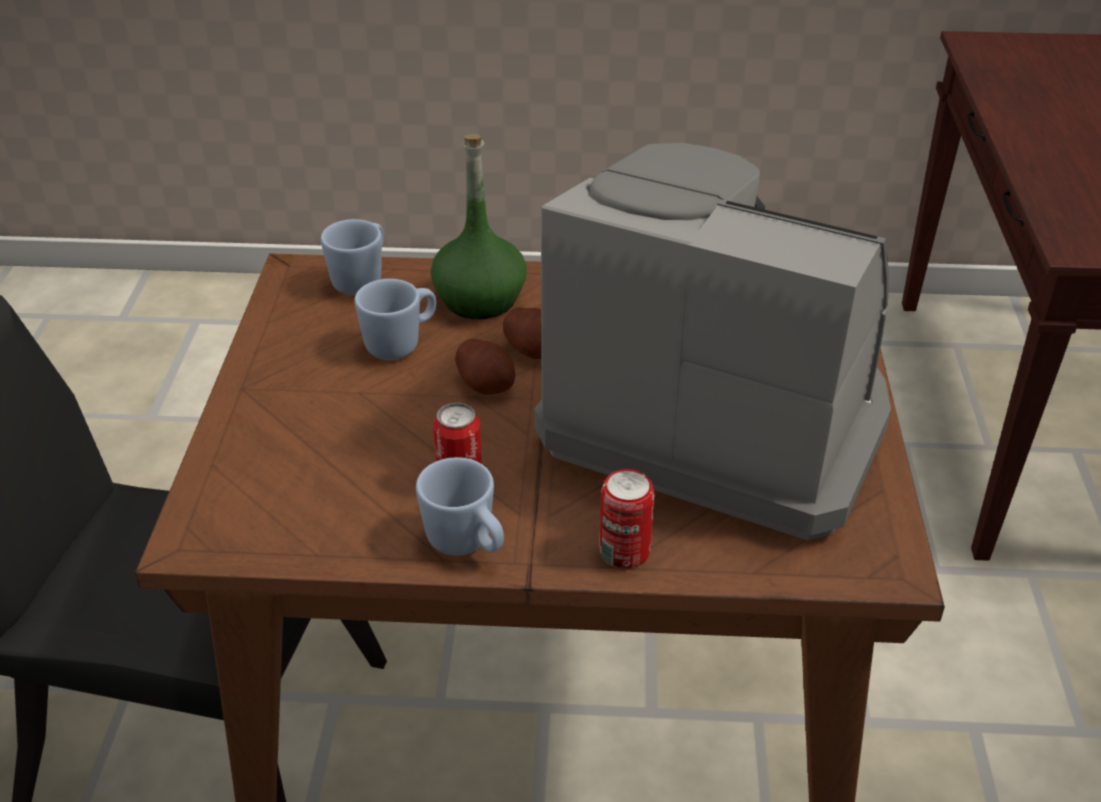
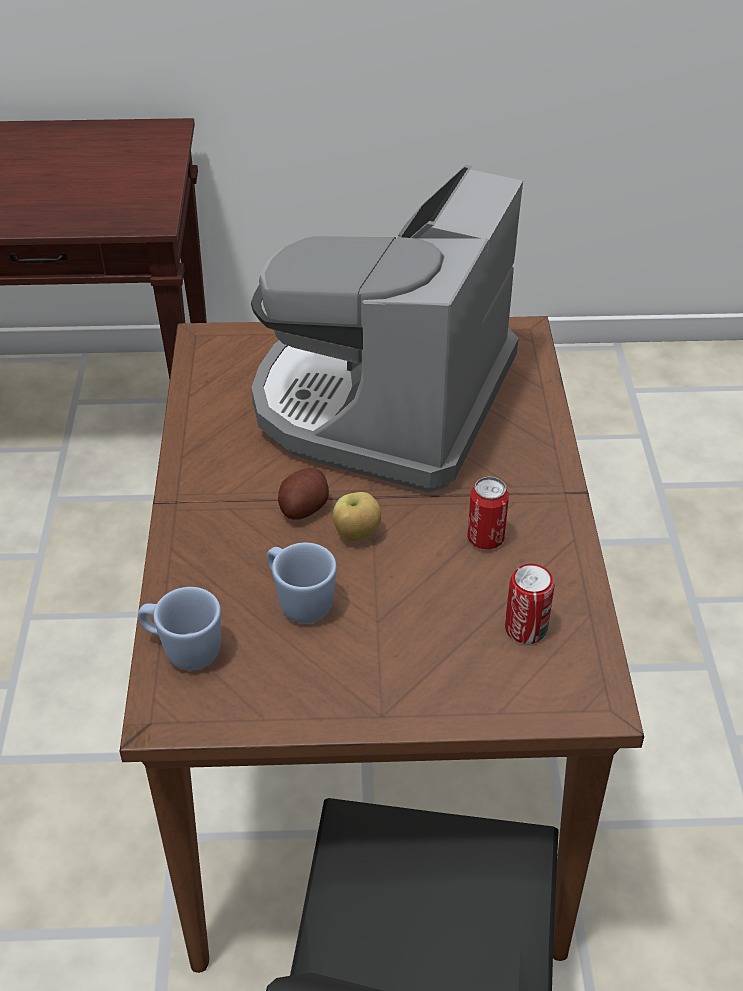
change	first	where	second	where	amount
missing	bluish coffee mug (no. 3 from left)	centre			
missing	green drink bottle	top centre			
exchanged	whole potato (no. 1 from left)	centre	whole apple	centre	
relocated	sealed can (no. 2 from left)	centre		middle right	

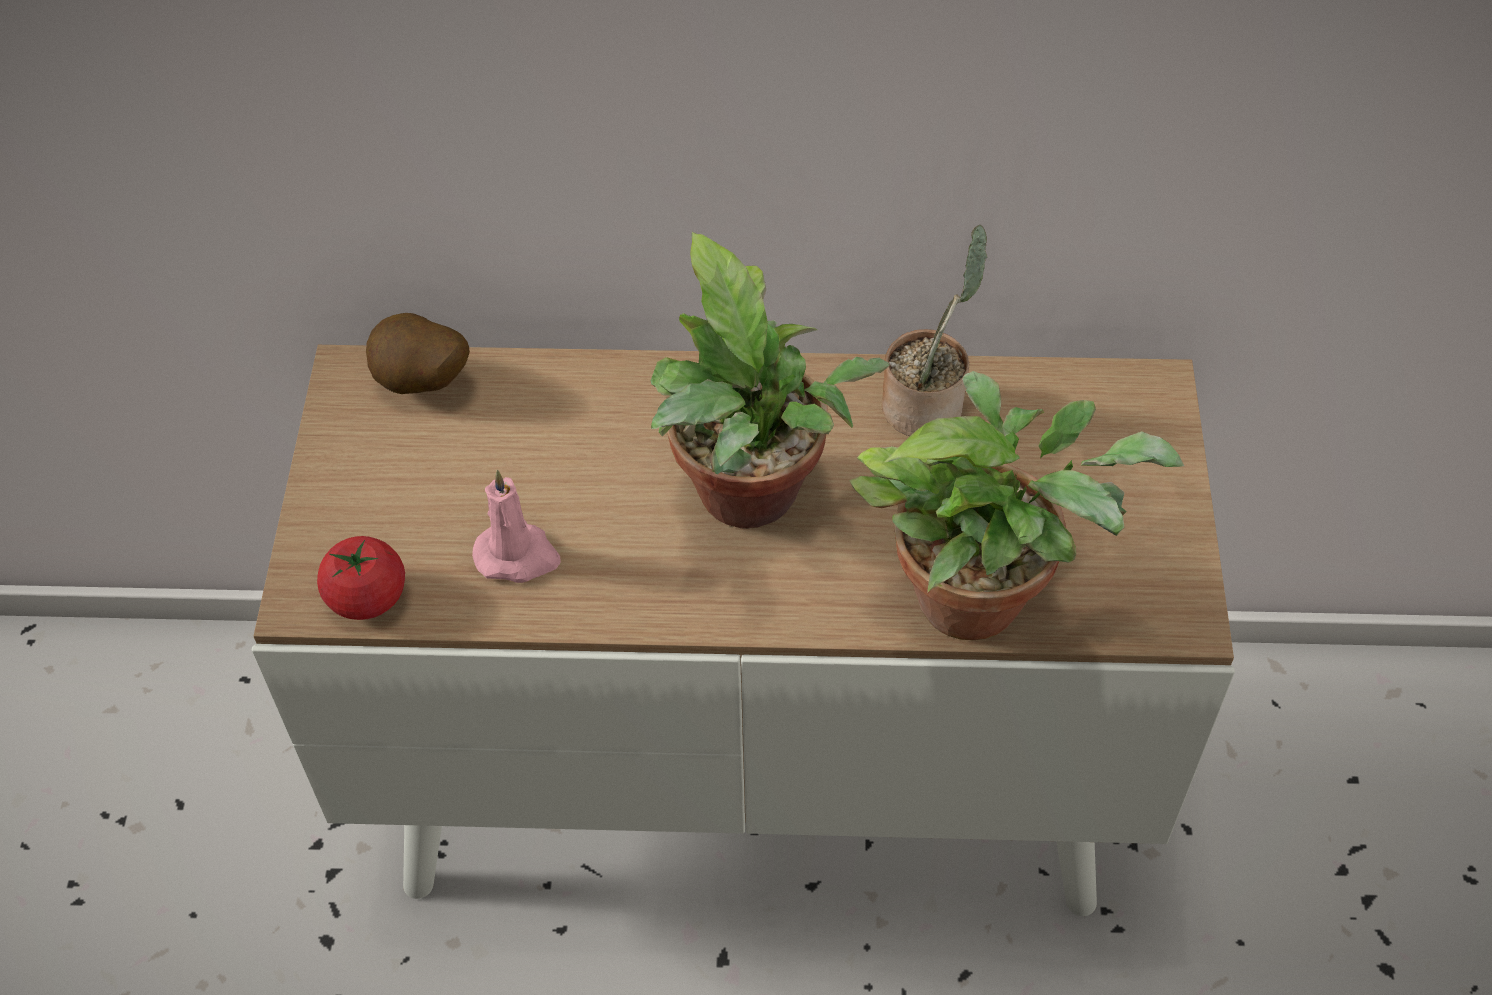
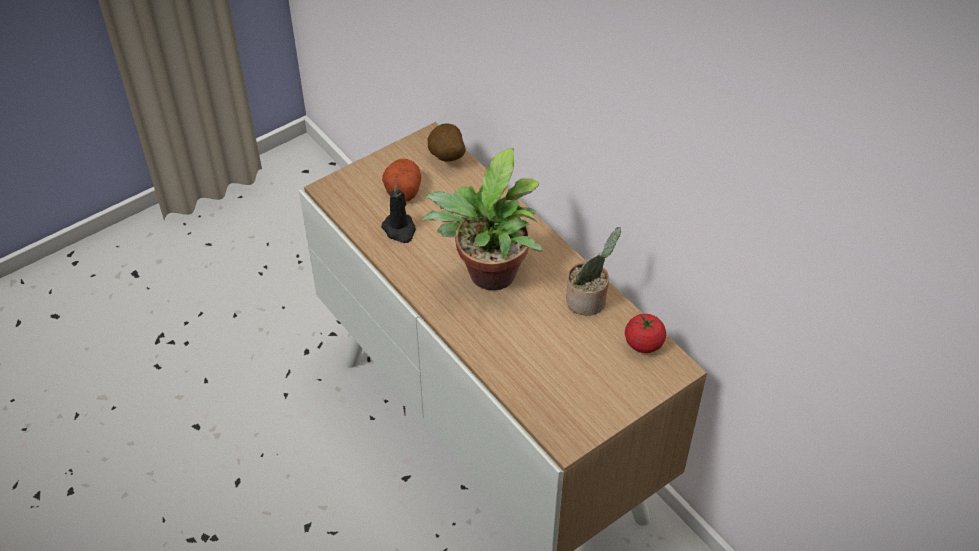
change	first	where	second	where	amount
relocated	whole tomato	middle left		centre	
colour	pink-coloured wax candle	centre	black wax candle	centre	
missing	houseplant (no. 3 from left)	middle right			
appeared			whole potato (no. 1 from left)	top centre	

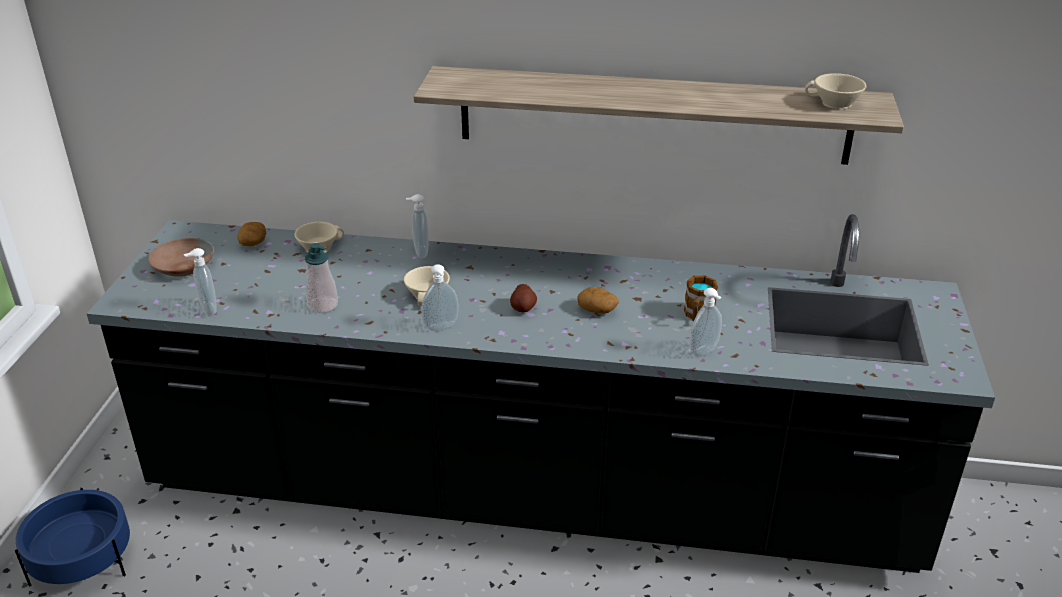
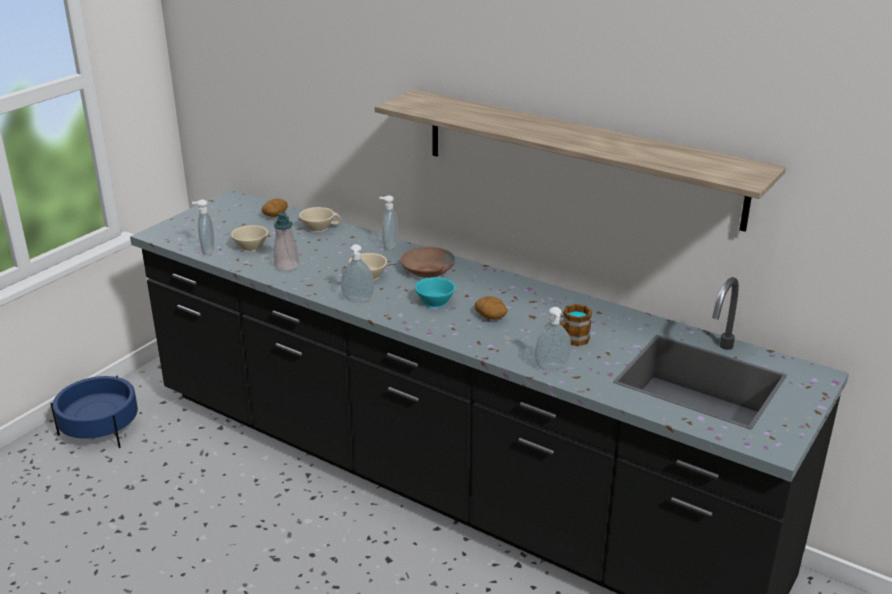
change	first	where	second	where	amount
relocated	brownish deep dish	middle left		centre	
exchanged	whole potato (no. 2 from left)	centre	blue-green small cup	centre	
relocated	beige-coloured small cup (no. 3 from left in the first image)	top right	beige-coloured small cup (no. 1 from left)	middle left	

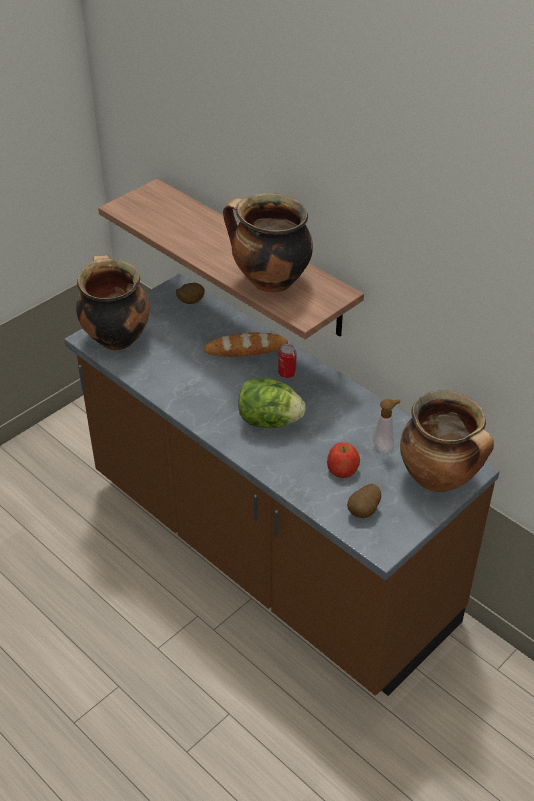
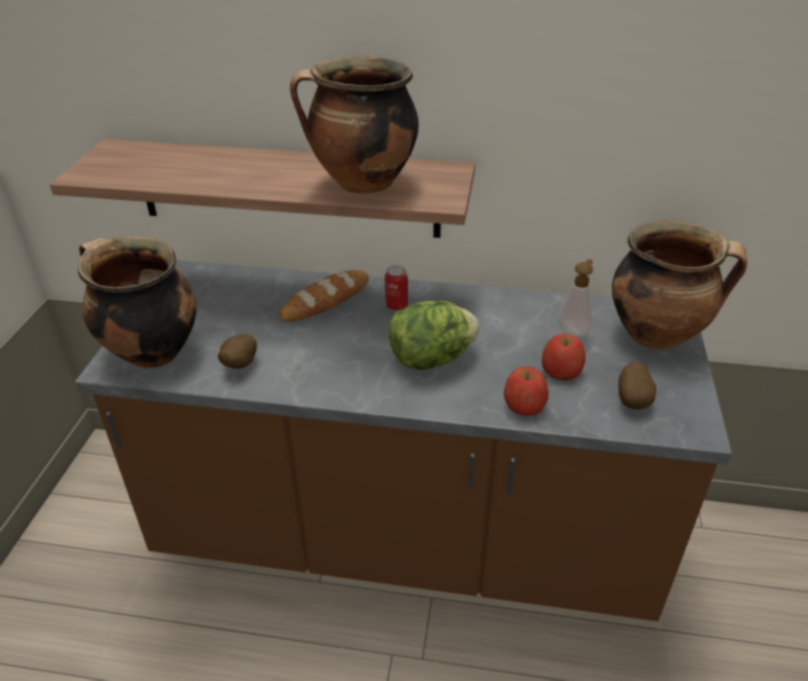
change	first	where	second	where	amount
relocated	whole potato (no. 1 from left)	centre		middle left	
appeared			whole apple (no. 1 from left)	centre	

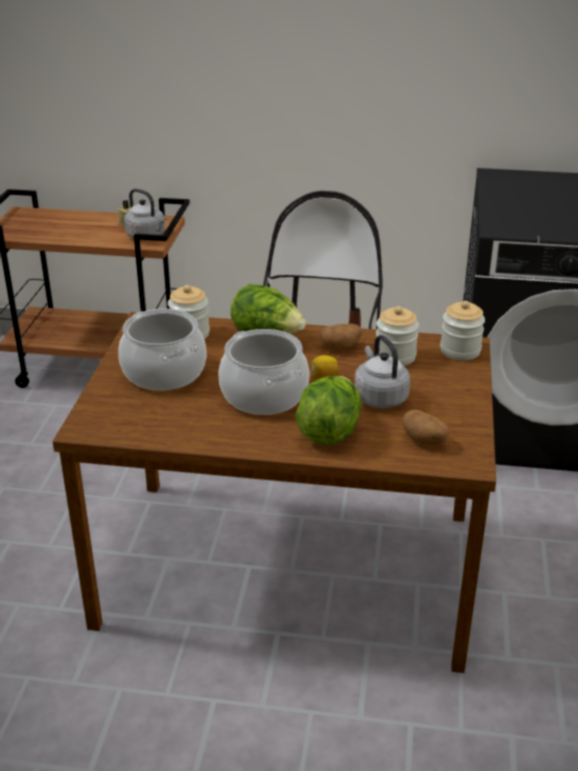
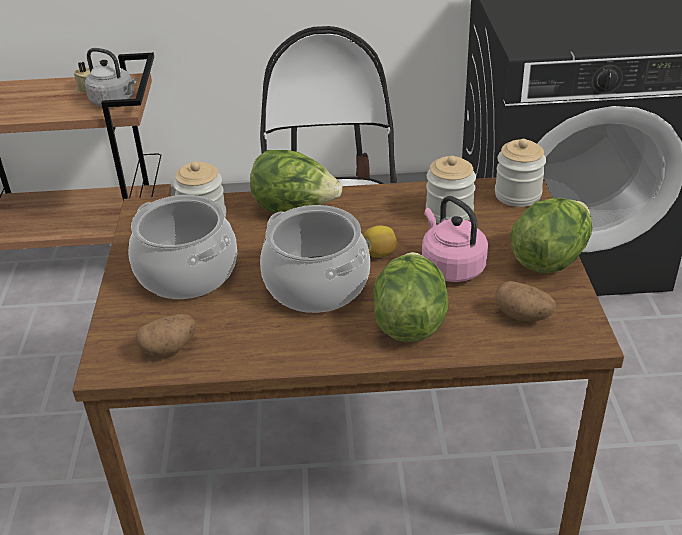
change	first	where	second	where	amount
relocated	whole potato (no. 1 from left)	centre		middle left	
colour	grey water kettle (no. 2 from left)	centre	pink-coloured water kettle	middle right	
appeared			lettuce (no. 3 from left)	middle right	

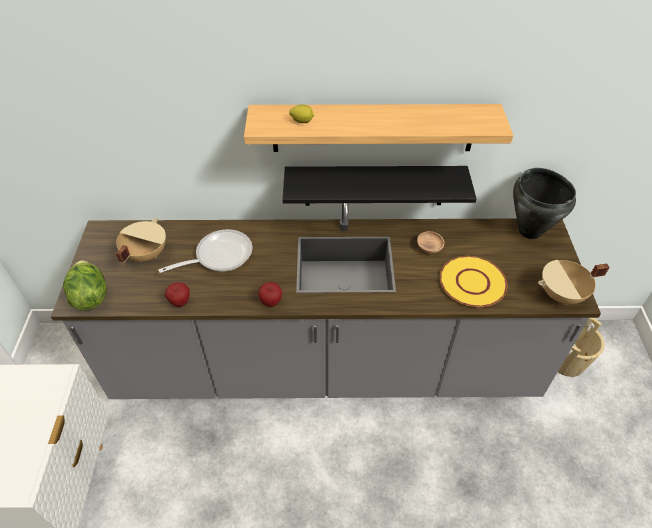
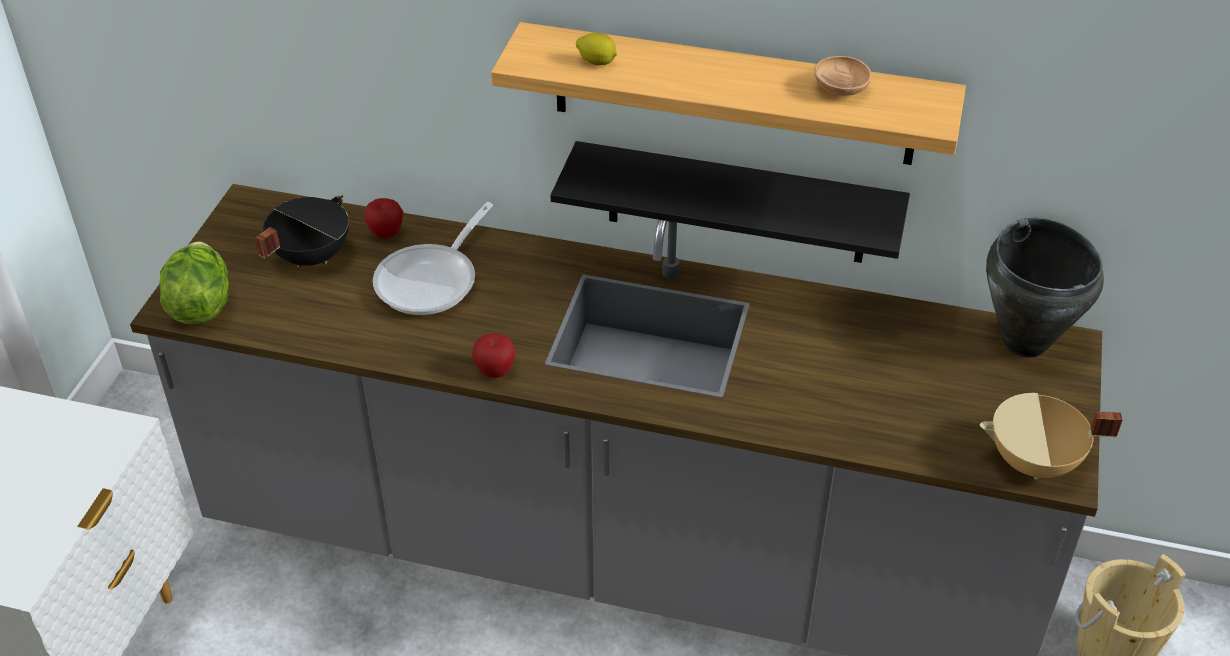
change	first	where	second	where	amount
colour	beige-coloured stockpot (no. 1 from left)	middle left	black stockpot (no. 1 from left)	middle left	
spun	pan	middle left		centre	135 degrees clockwise
relocated	whole apple (no. 1 from left)	middle left		top left	
relocated	brownish deep dish	centre		top right	
missing	yellowish dinner plate	middle right			

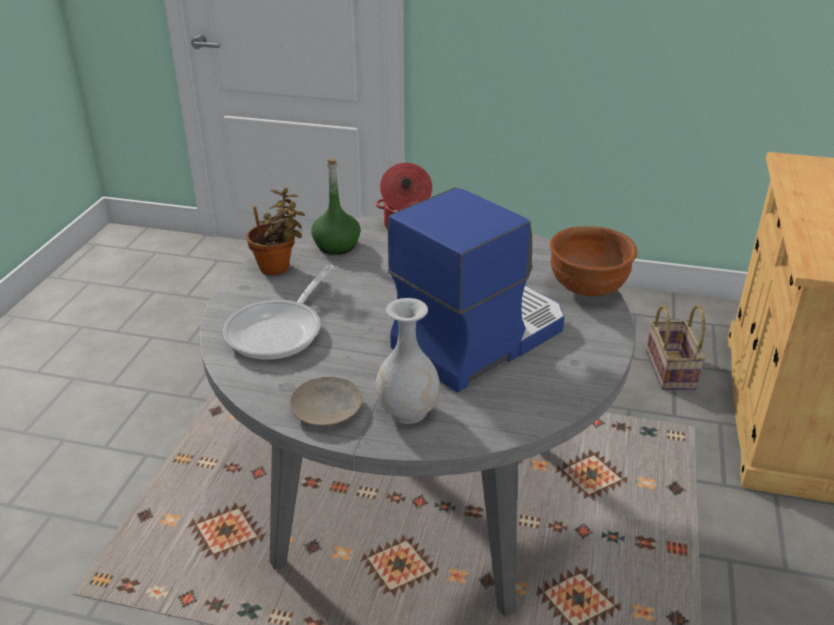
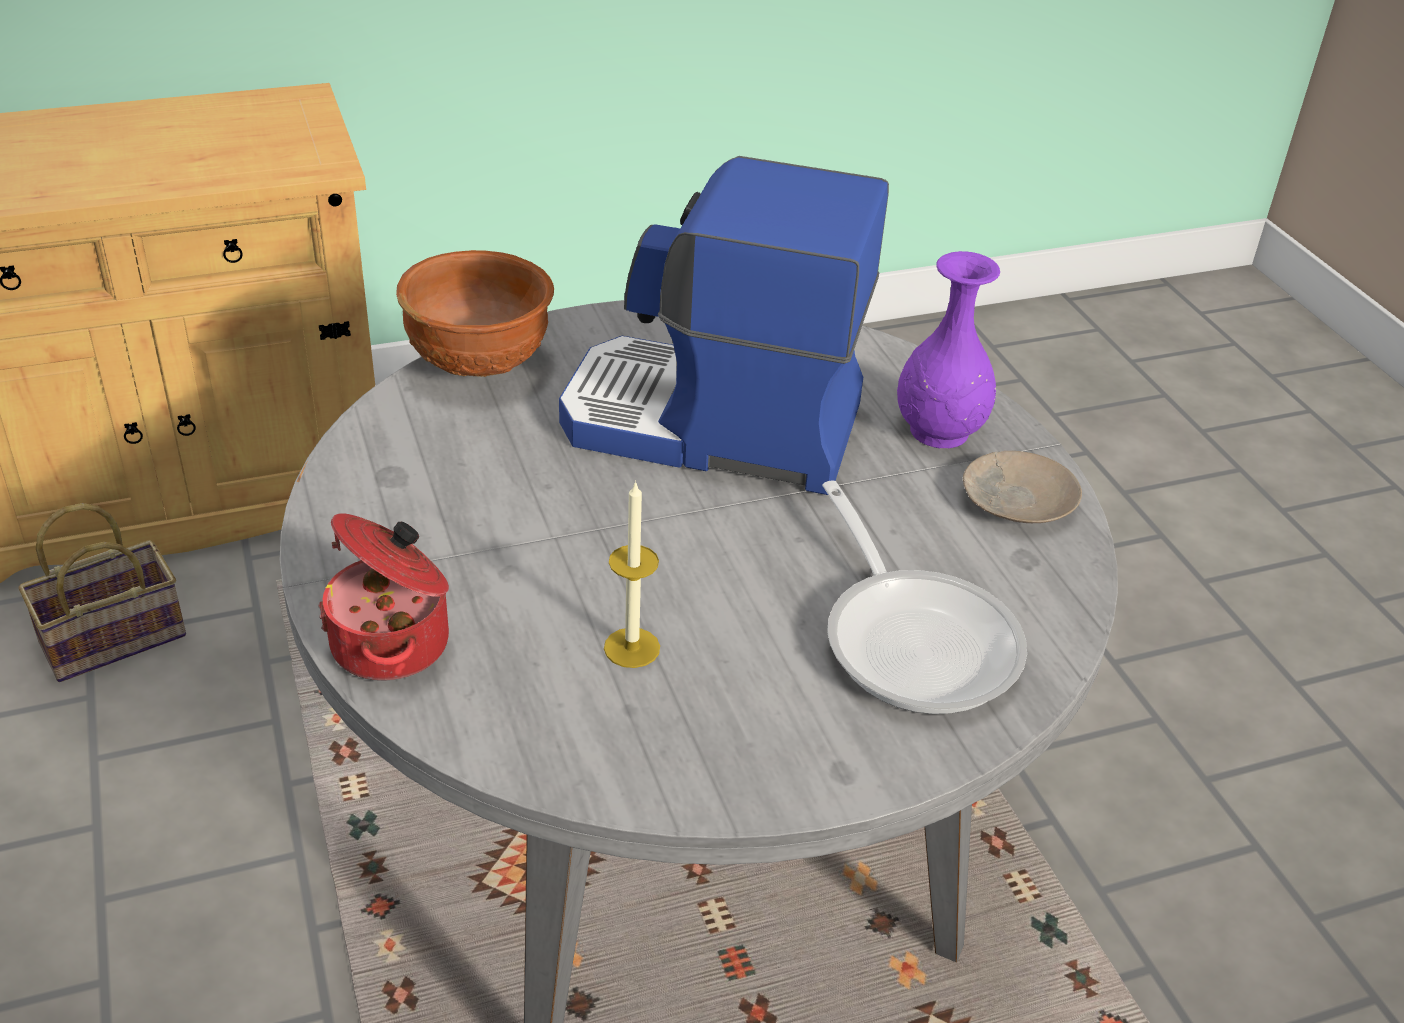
change	first	where	second	where	amount
spun	pan	centre		centre	75 degrees clockwise
missing	houseplant	middle left			
missing	green drink bottle	top centre			
colour	whitish vase	centre	purplish vase	middle right	
appeared			wax candle	centre	

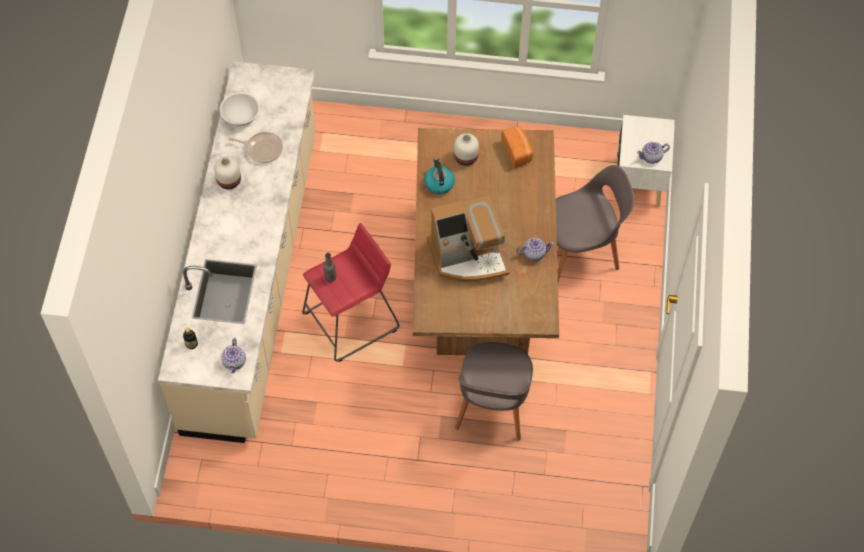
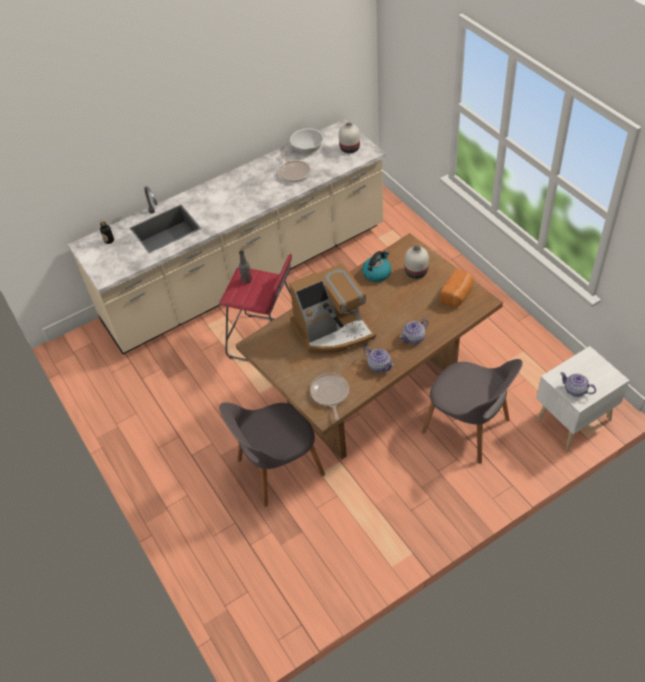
change	first	where	second	where	amount
relocated	whitish vase (no. 1 from left)	top left		top centre	
relocated	tea pot (no. 1 from left in the first image)	middle left	tea pot (no. 2 from left)	centre	
spun	coffee brewer	centre		centre	60 degrees counterclockwise
appeared			pan (no. 2 from left)	centre	

